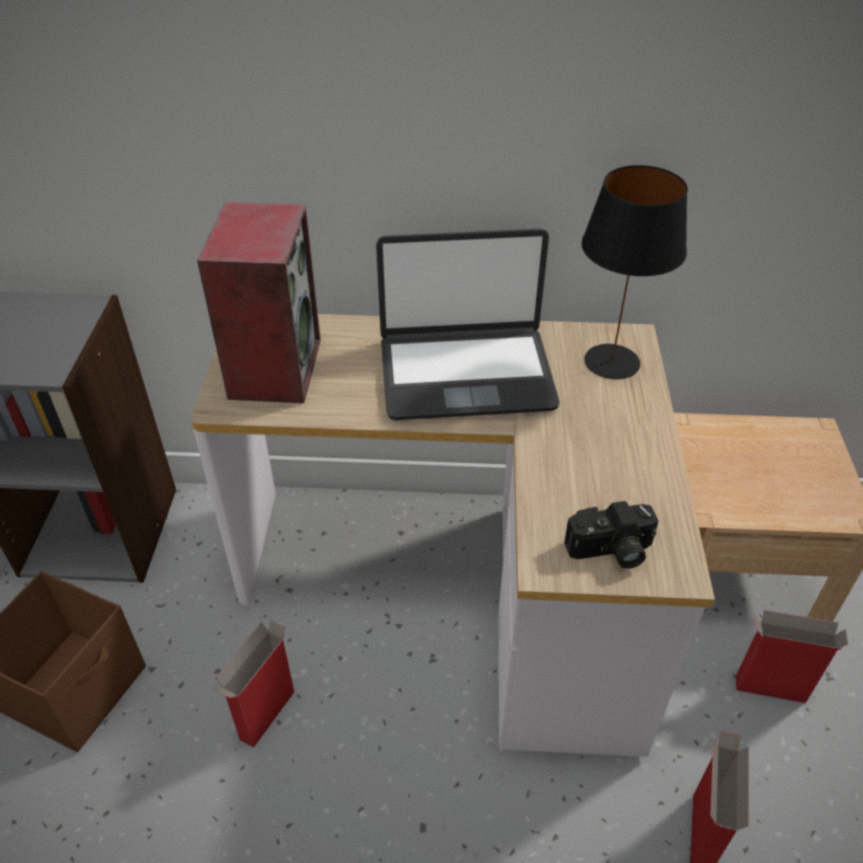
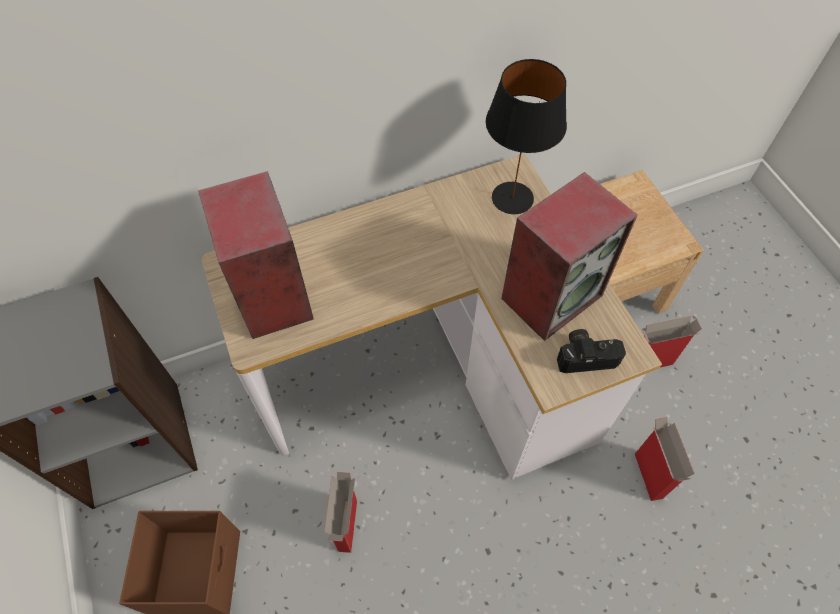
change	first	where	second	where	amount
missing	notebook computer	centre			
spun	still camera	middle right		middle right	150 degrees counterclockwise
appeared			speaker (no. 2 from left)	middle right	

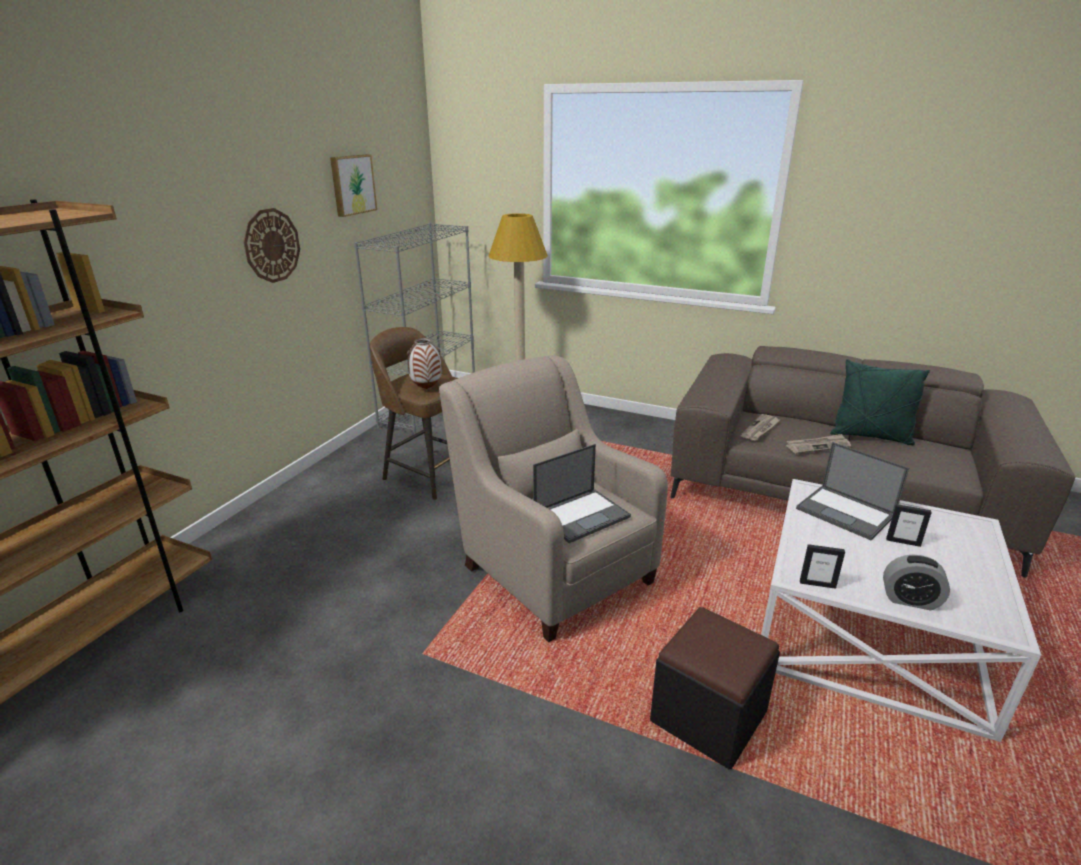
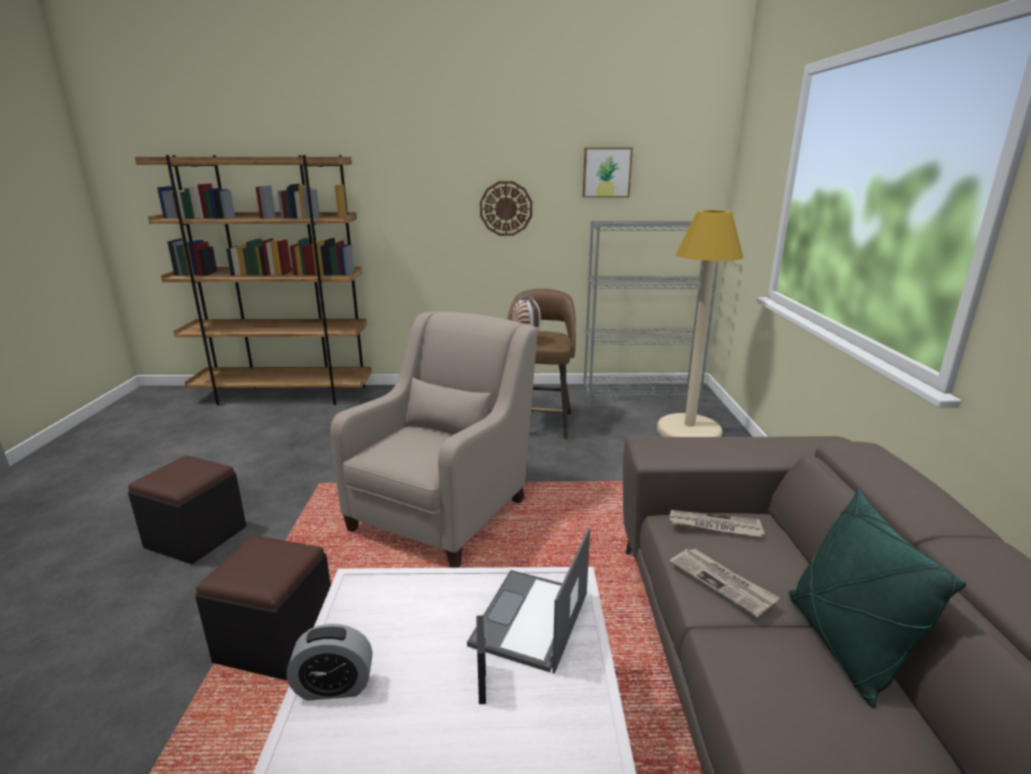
change	first	where	second	where	amount
missing	notebook computer (no. 1 from left)	centre			
missing	photo frame (no. 1 from left)	middle right			
spun	alarm clock	bottom right		bottom left	90 degrees counterclockwise
appeared			black footrest (no. 1 from left)	middle left	

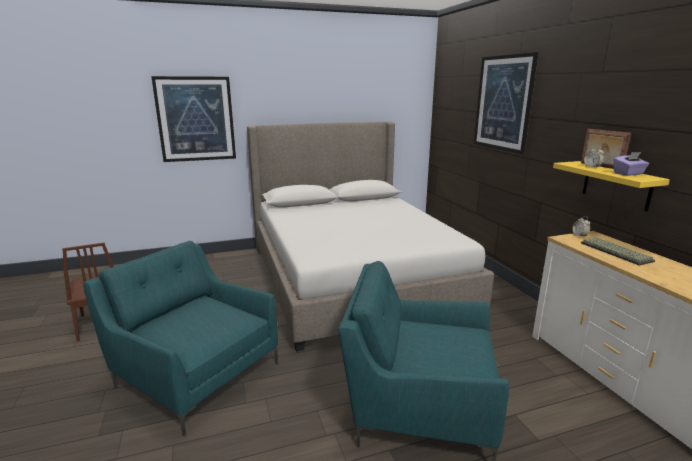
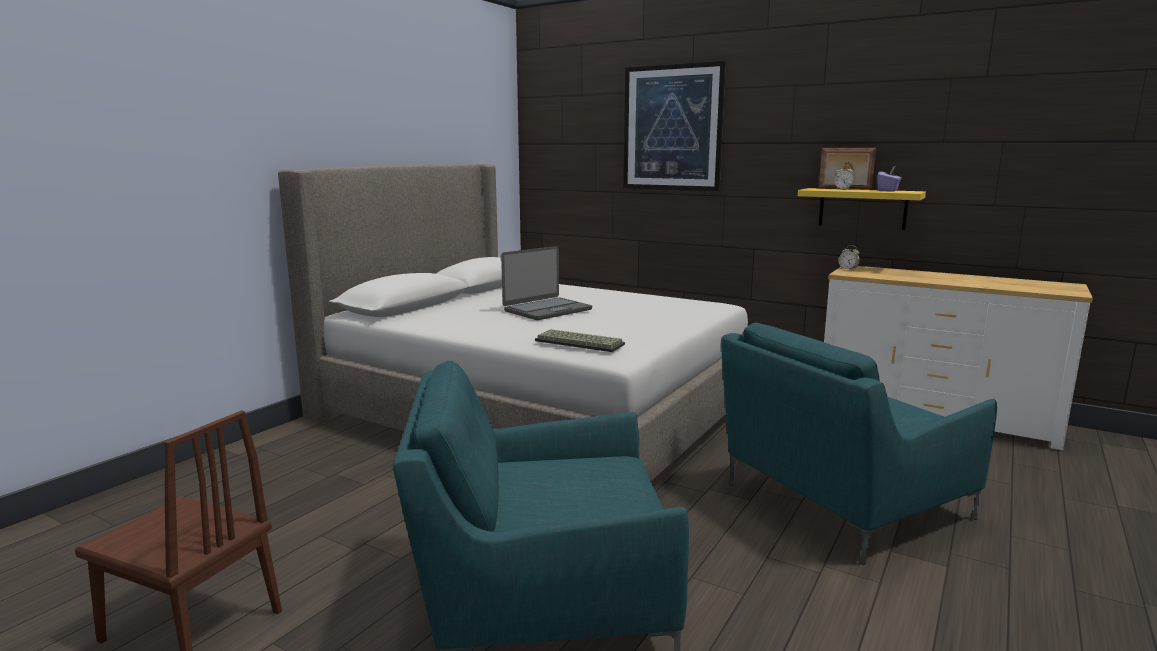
change	first	where	second	where	amount
missing	wall picture (no. 1 from left)	top left			
relocated	computer keyboard	middle right		centre	
appeared			notebook computer	centre	

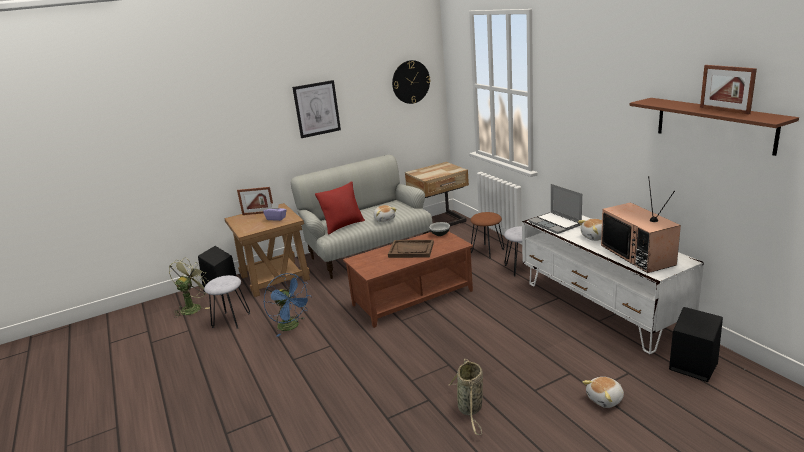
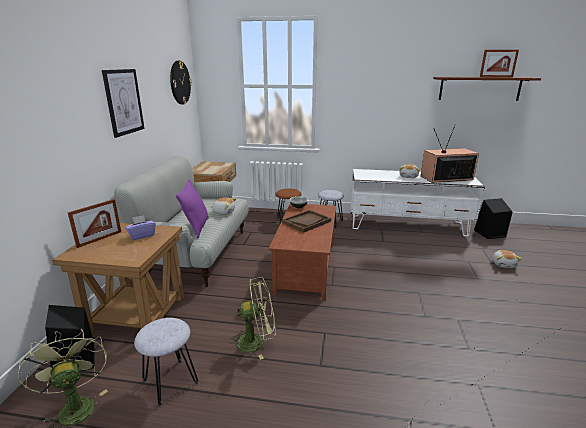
change	first	where	second	where	amount
colour	bluish electric fan	bottom centre	green electric fan (no. 2 from left)	bottom centre	
colour	reddish throw pillow	centre	purplish throw pillow	middle left	
missing	storage basket	bottom centre			
missing	notebook computer	middle right			
spun	television	middle right		middle right	150 degrees clockwise

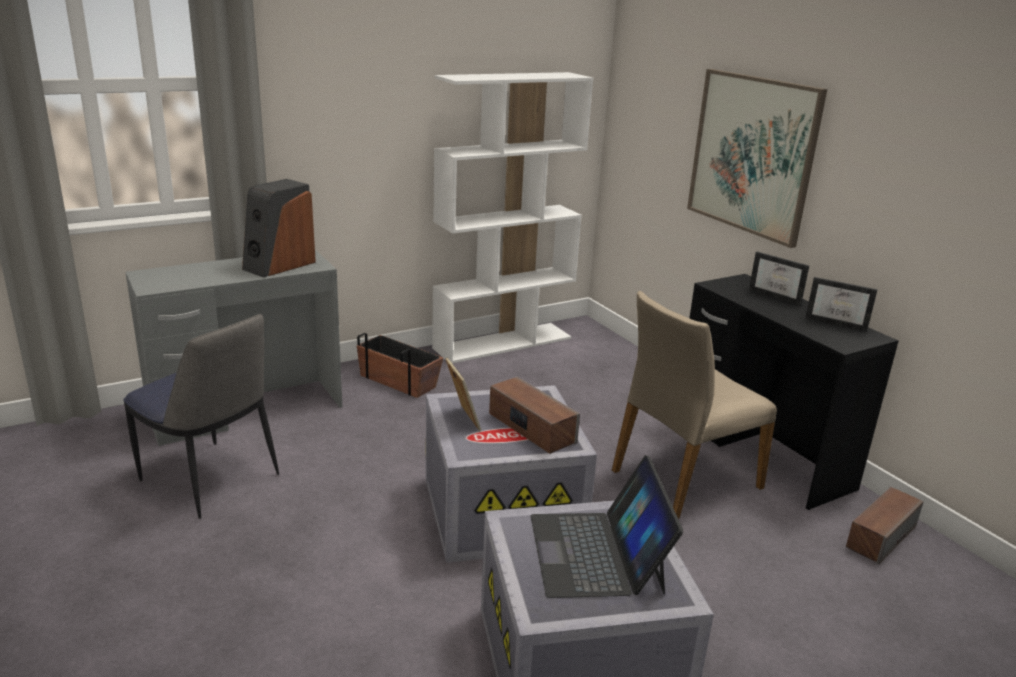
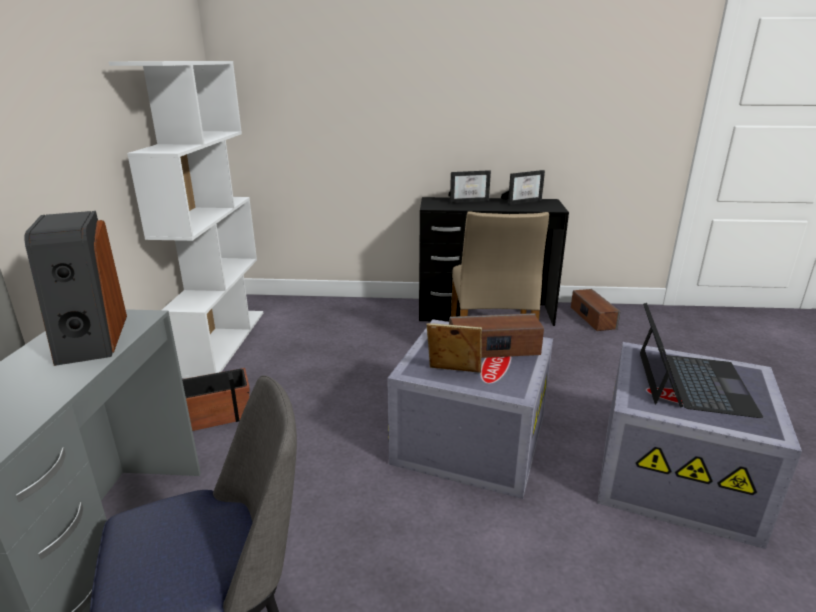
change	first	where	second	where	amount
spun	notebook computer	bottom centre		middle right	105 degrees counterclockwise
missing	wall picture	top right			

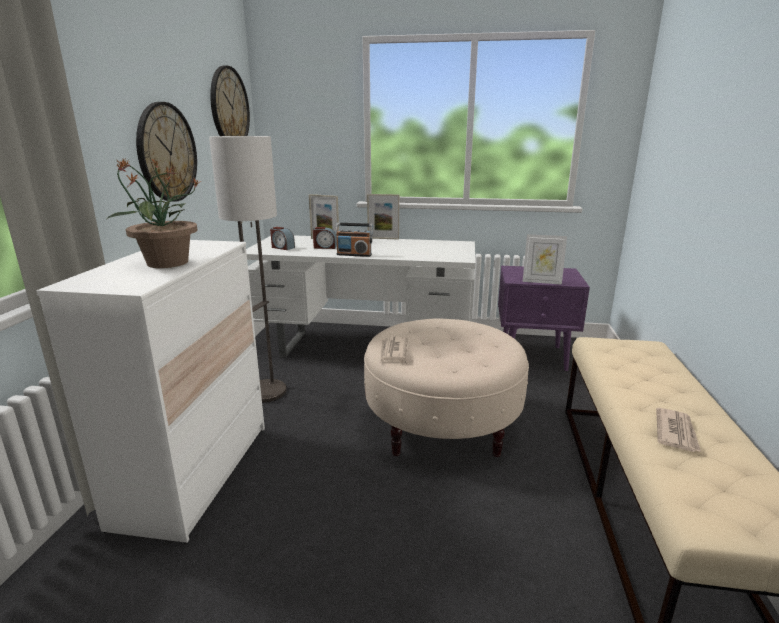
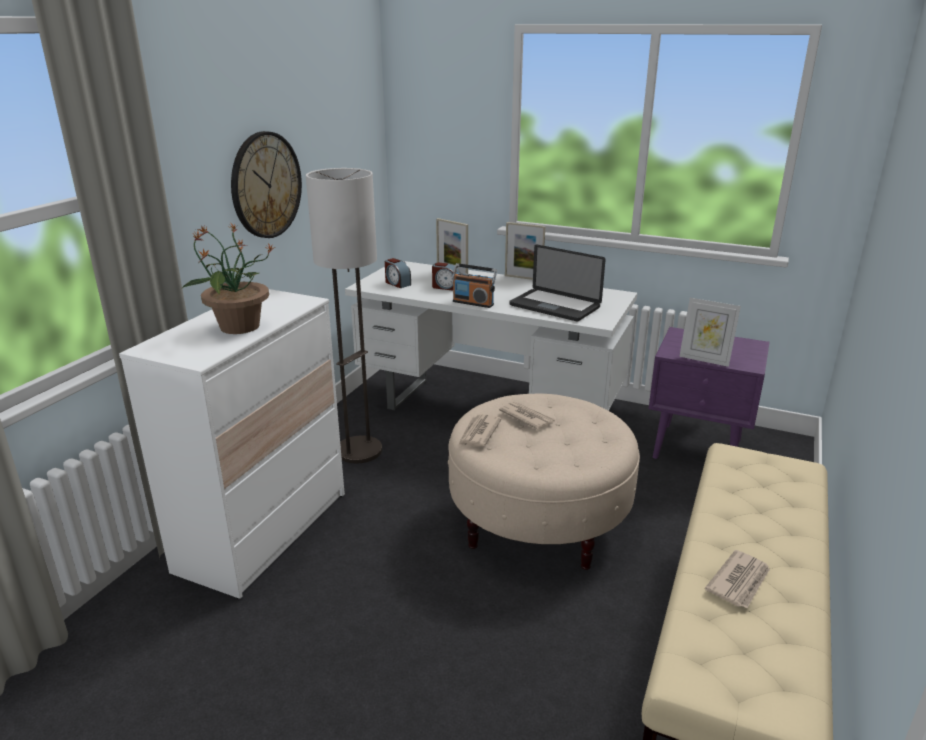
change	first	where	second	where	amount
missing	hanging clock (no. 2 from left)	top left			
appeared			newspaper (no. 2 from left)	centre	
appeared			notebook computer	centre	

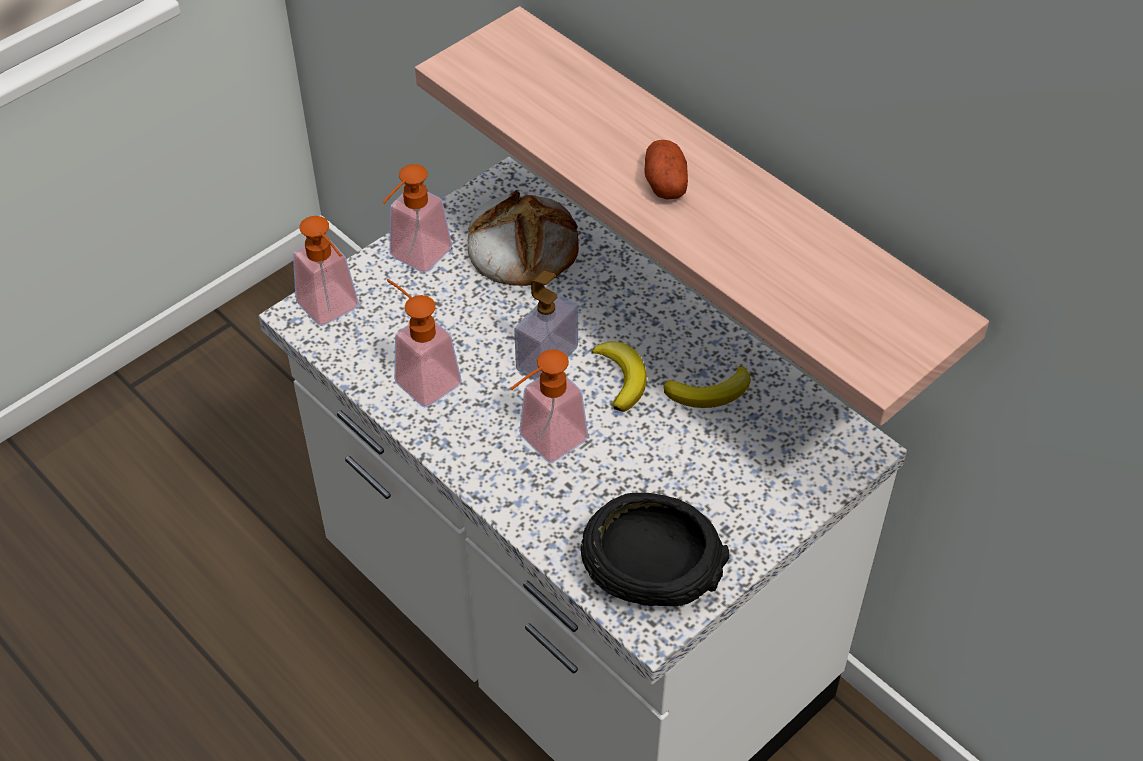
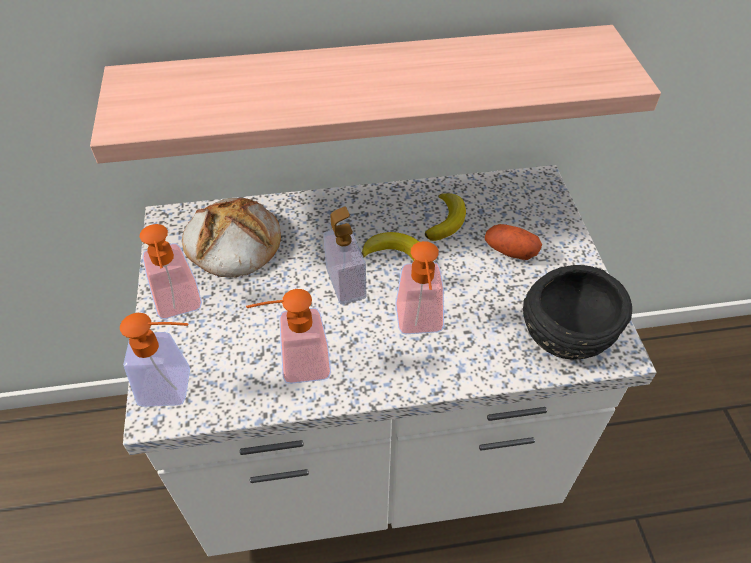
change	first	where	second	where	amount
relocated	whole potato	top centre		middle right	

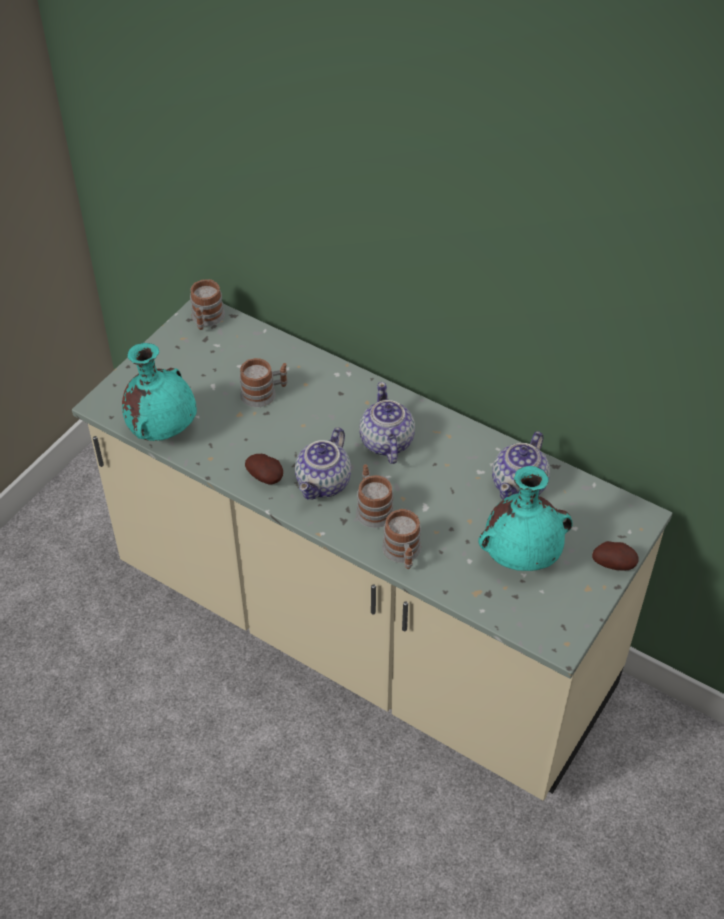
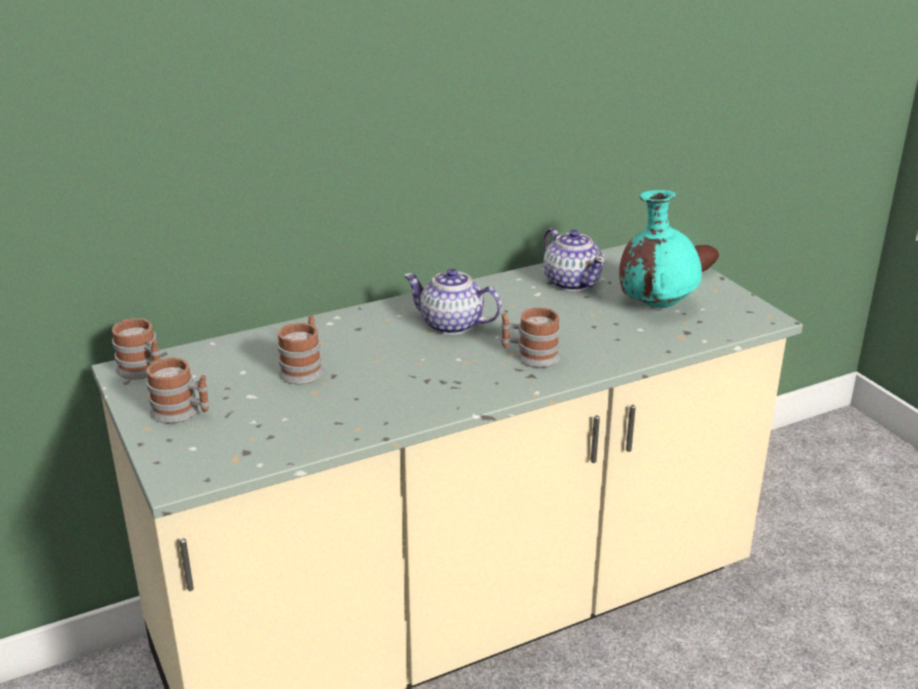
change	first	where	second	where	amount
missing	blue-green vase (no. 1 from left)	middle left			
missing	whole potato (no. 1 from left)	centre			
missing	tea pot (no. 1 from left)	centre			
relocated	coffee mug (no. 4 from left in the first image)	centre	coffee mug (no. 2 from left)	middle left	

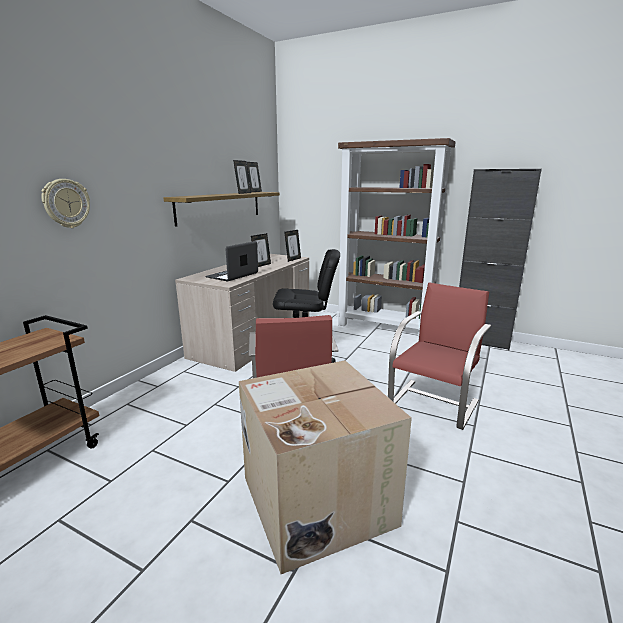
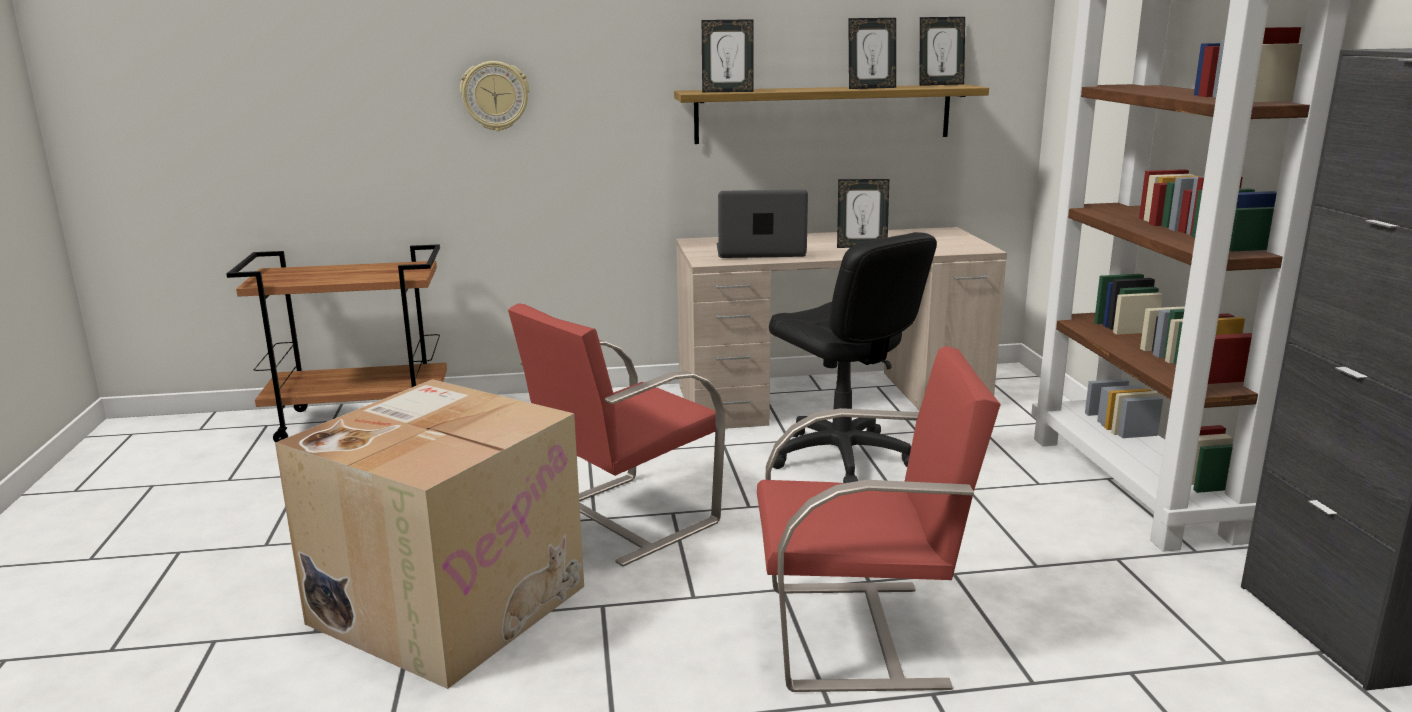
change	first	where	second	where	amount
relocated	photo frame (no. 4 from left in the first image)	centre	photo frame (no. 1 from left)	top centre	

